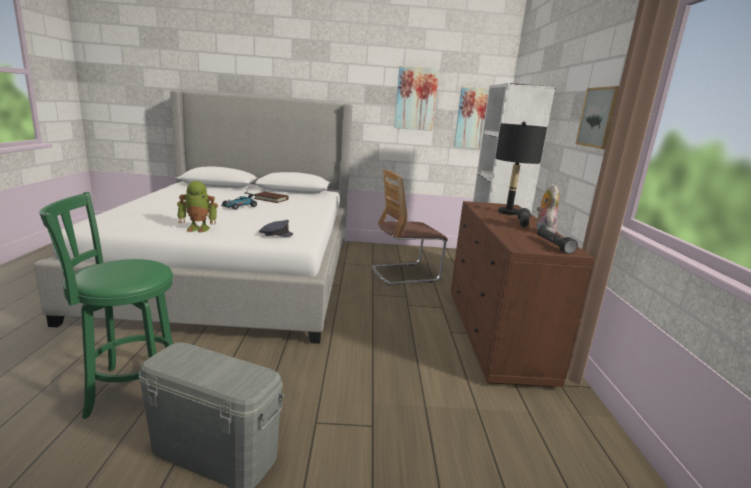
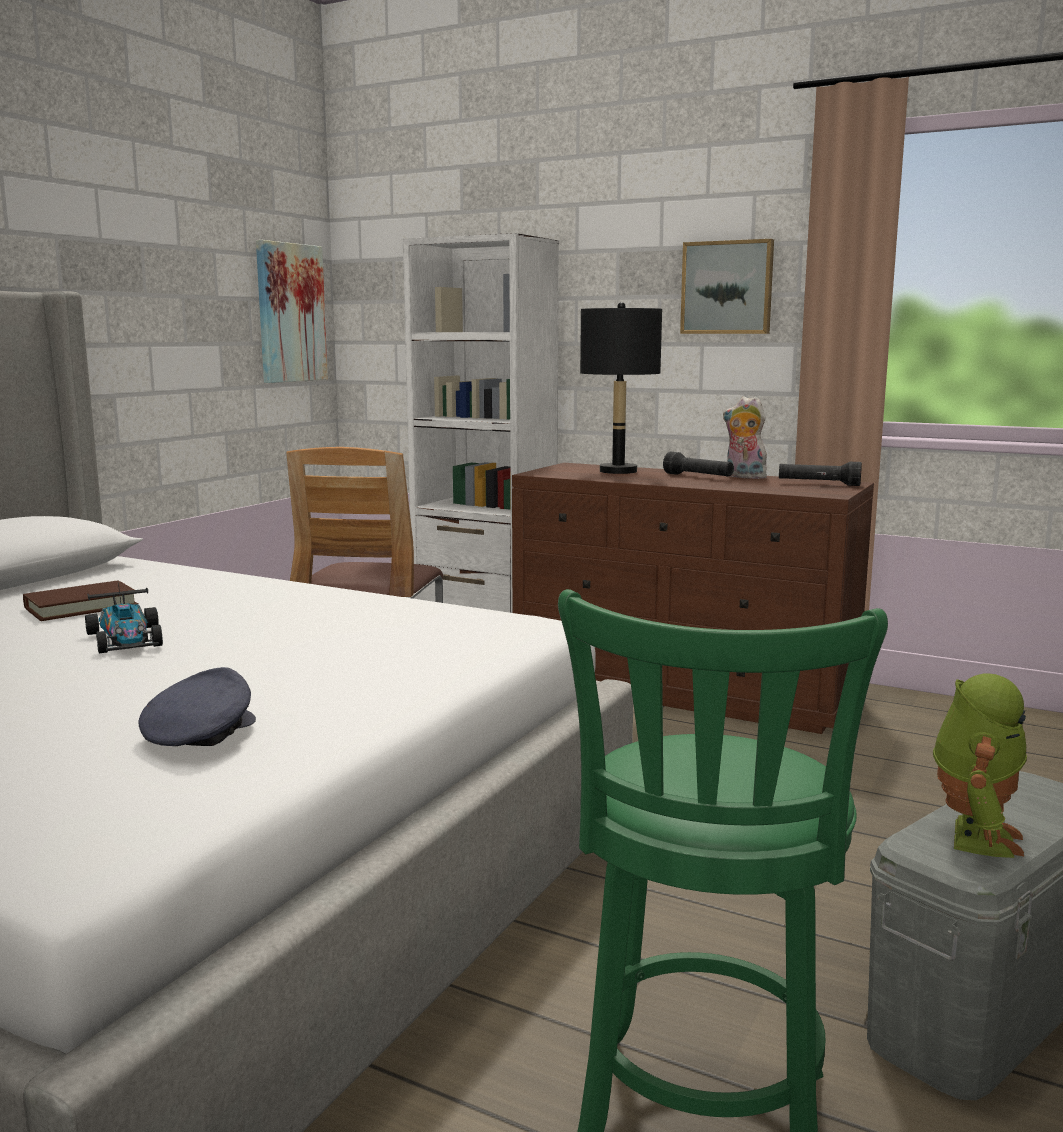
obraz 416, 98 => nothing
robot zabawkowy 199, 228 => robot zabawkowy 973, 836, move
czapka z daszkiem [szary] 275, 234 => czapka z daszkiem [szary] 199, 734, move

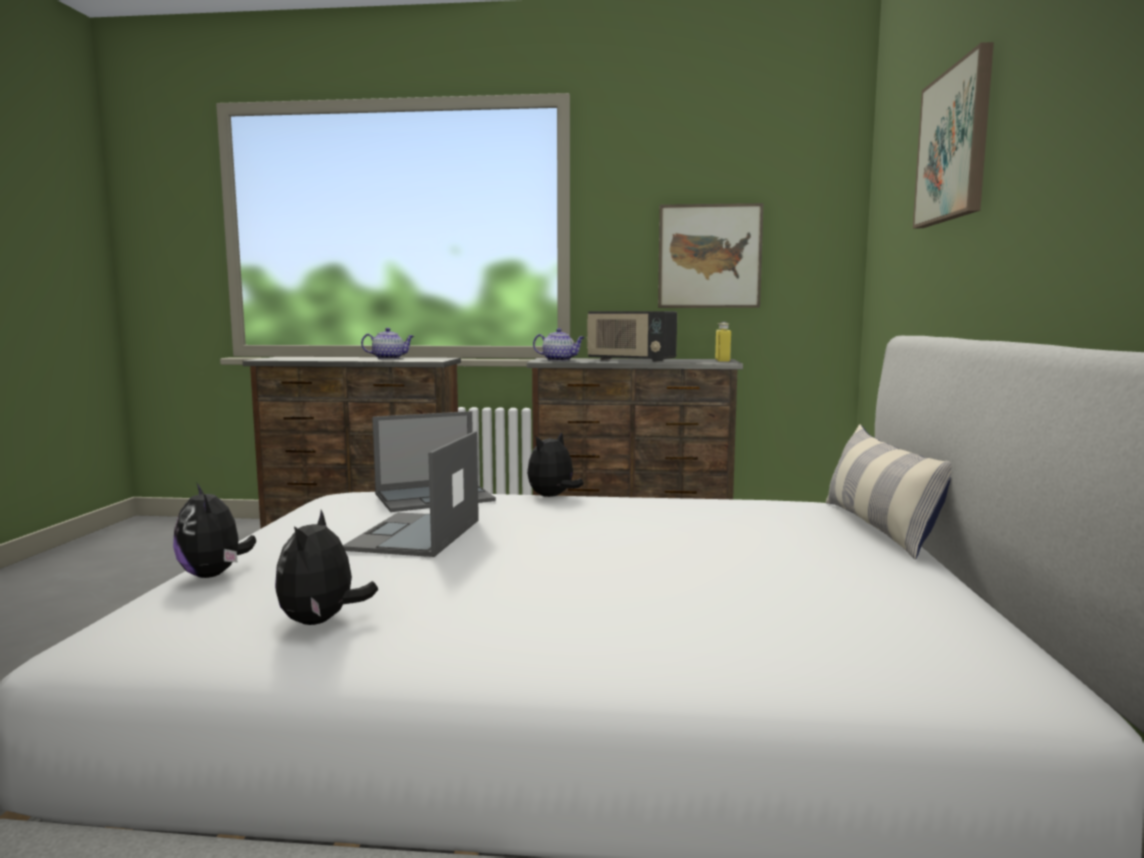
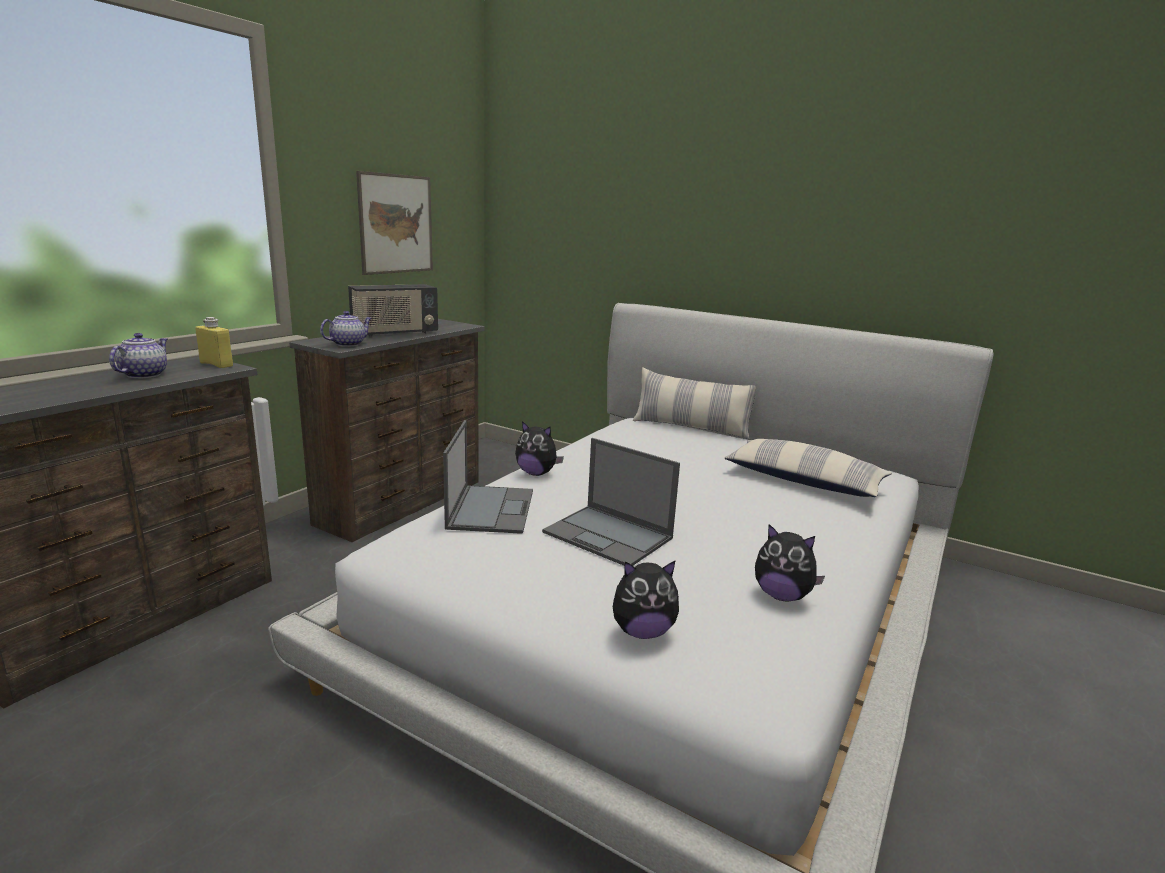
obraz 954, 145 => nothing
butelka [żółty] 722, 360 => butelka [żółty] 216, 365, move
pluszak 552, 497 => pluszak 536, 473, 45 degrees counterclockwise
nothing => poduszka 803, 482

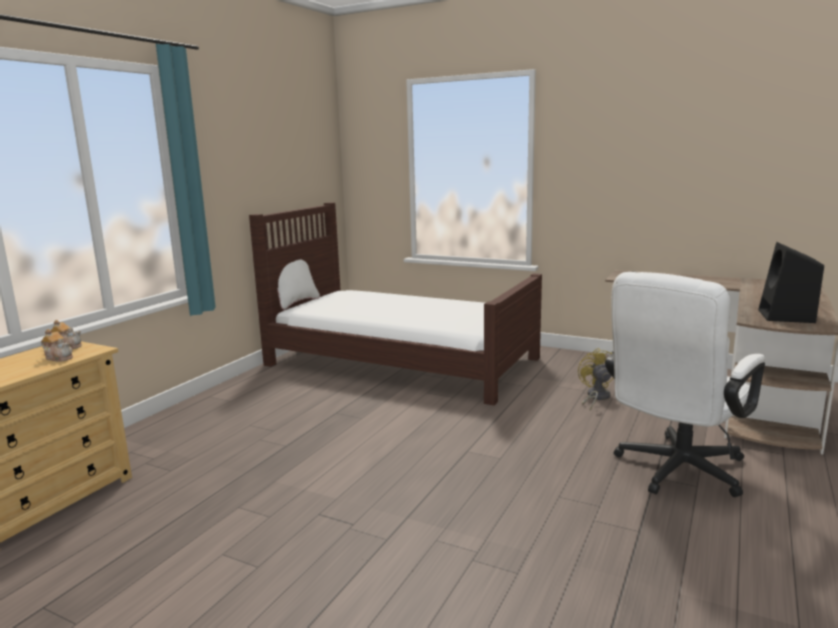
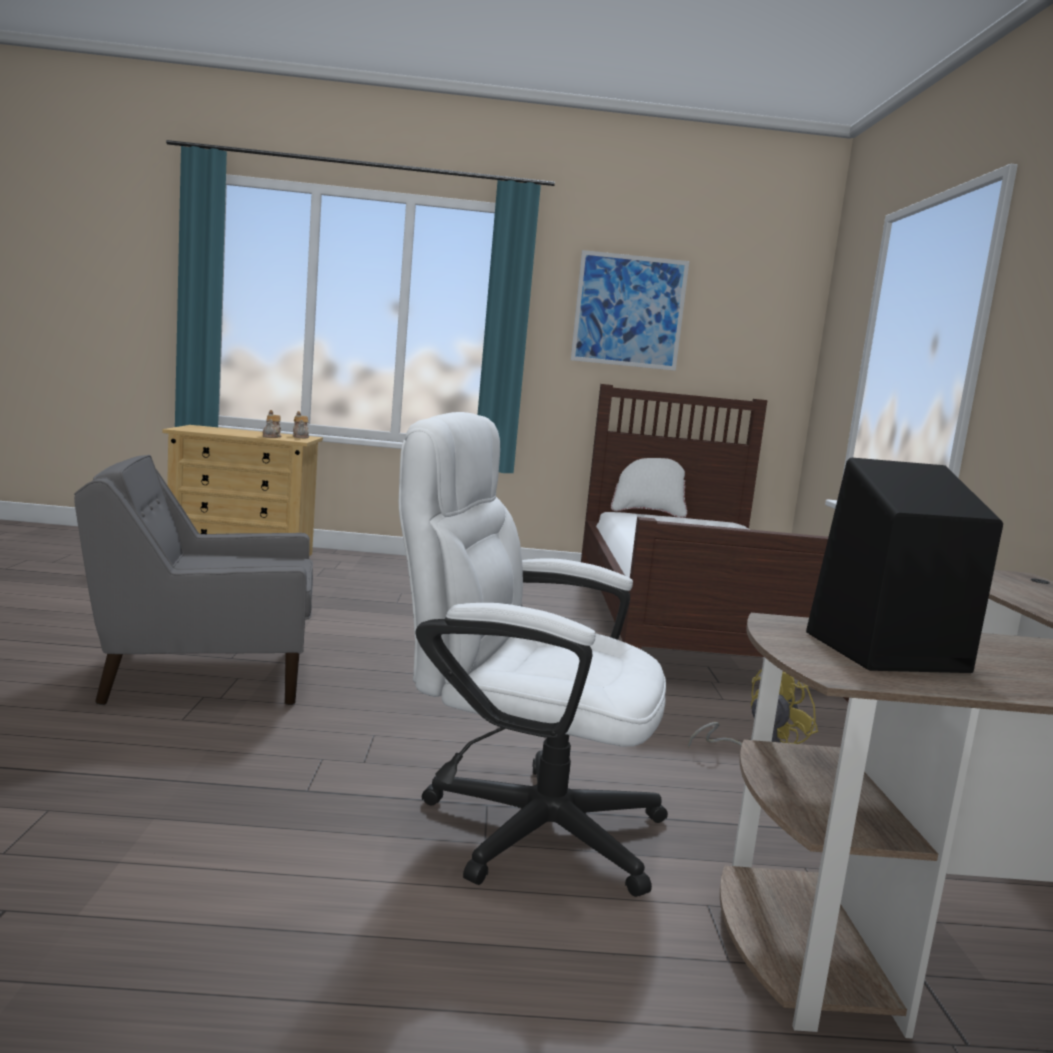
nothing => obraz 629, 311
nothing => fotel [szary] 203, 673

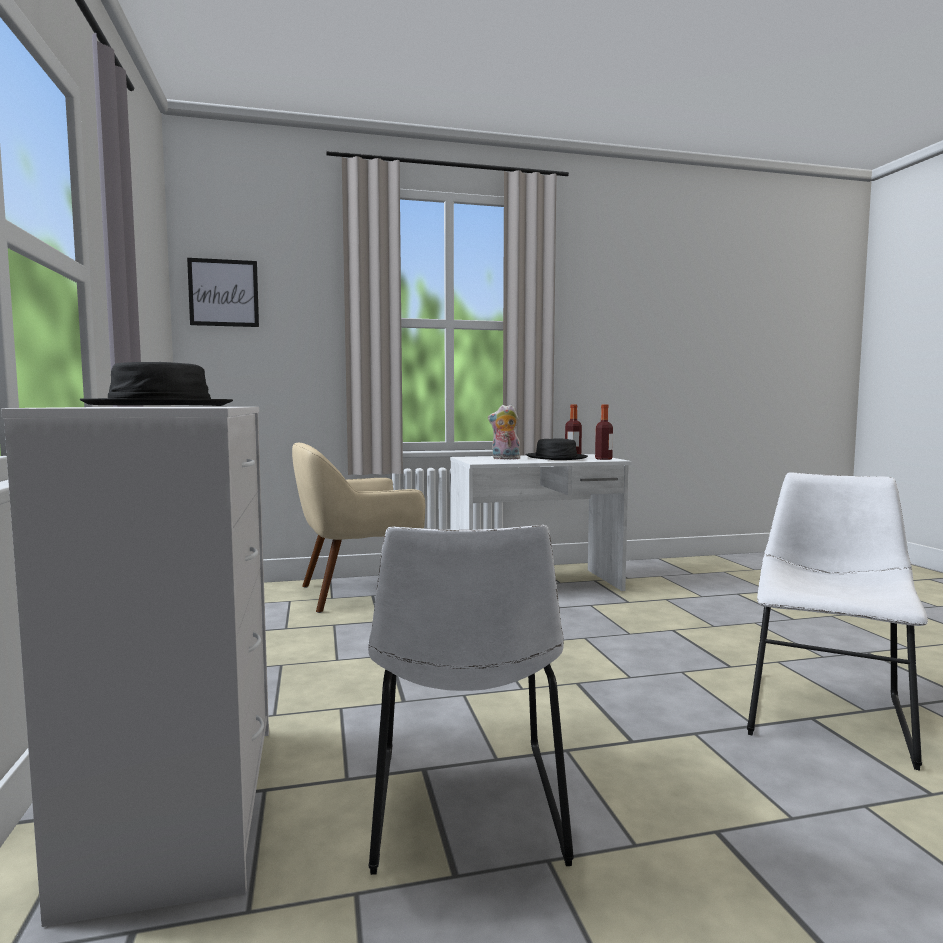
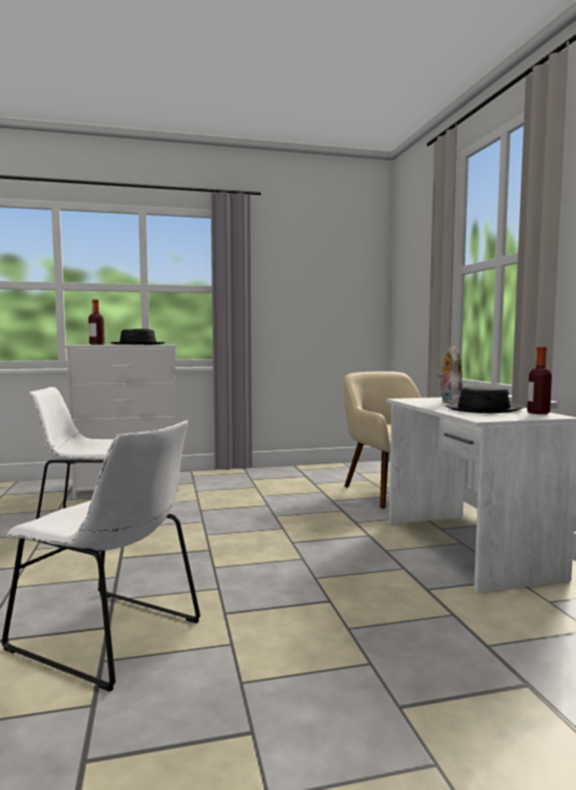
obraz 223, 293 => nothing
butelka 603, 459 => butelka 97, 344, move

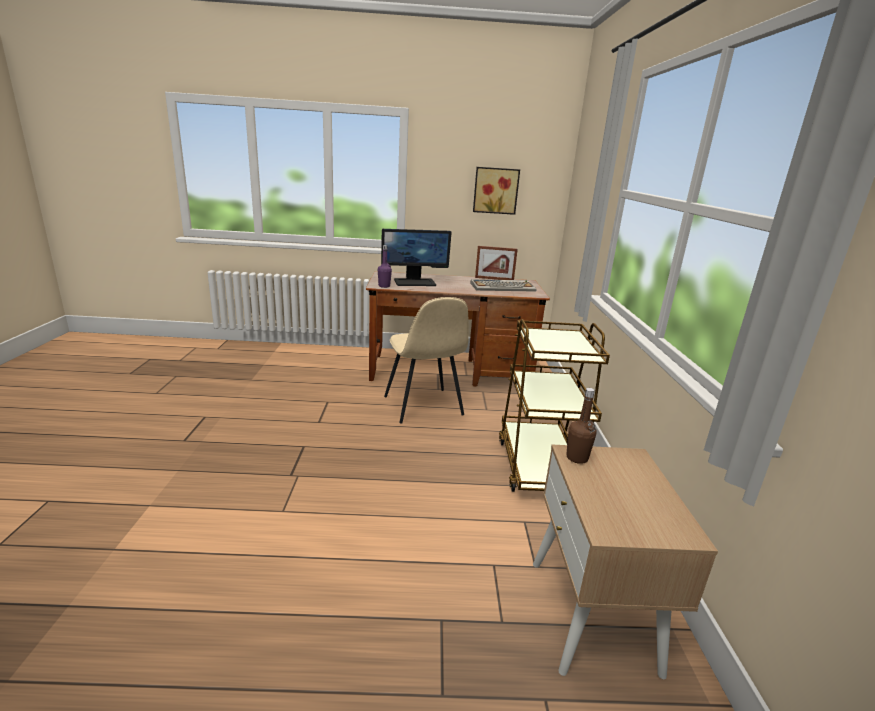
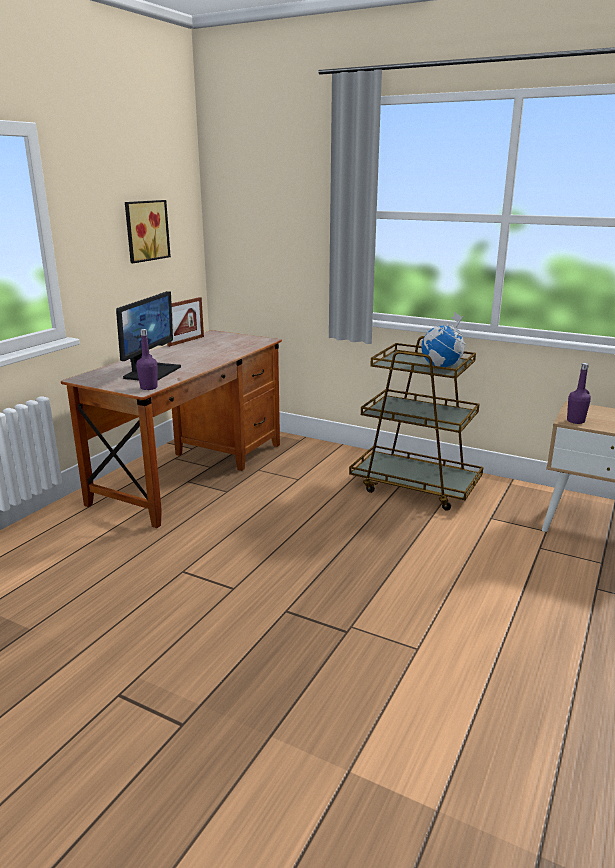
klawiatura 503, 287 => nothing
krzesło [beżowy] 423, 407 => nothing
butelka [brązowy] 577, 458 => butelka [fioletowy] 575, 421
nothing => globus 442, 366

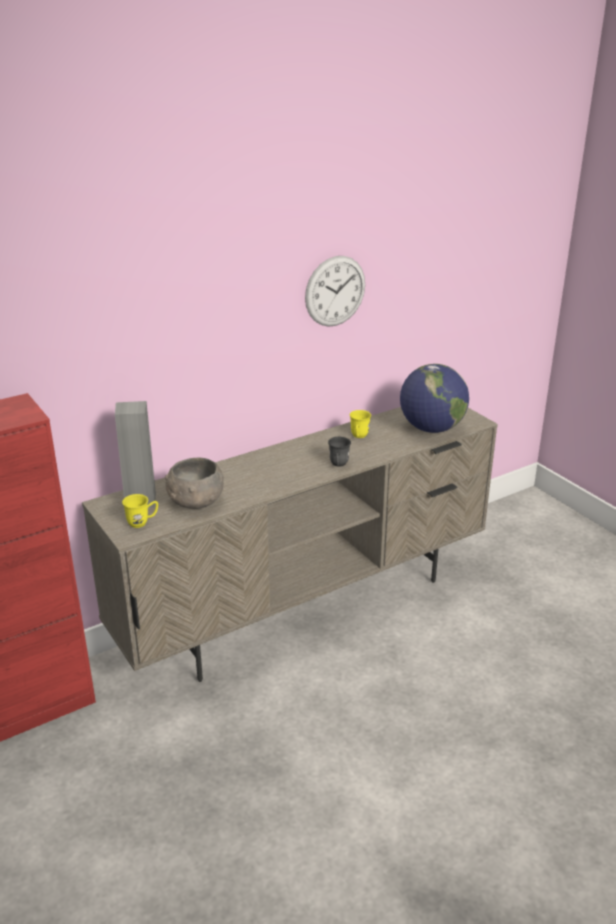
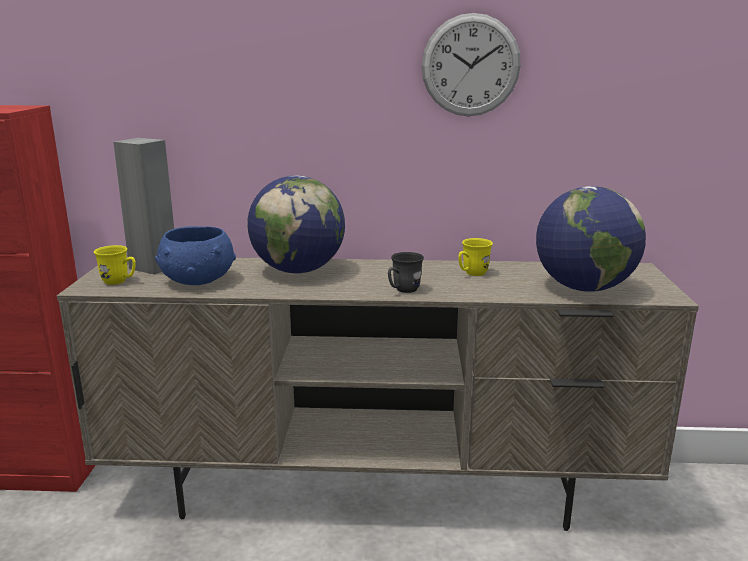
miska [szary] 195, 501 => miska [niebieski] 197, 280
nothing => globus 298, 270

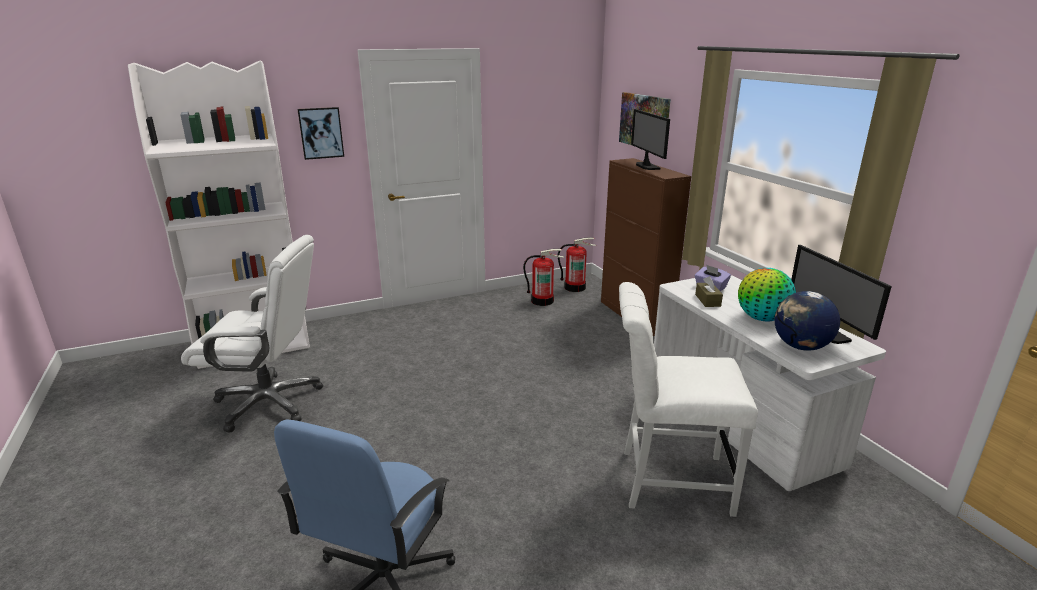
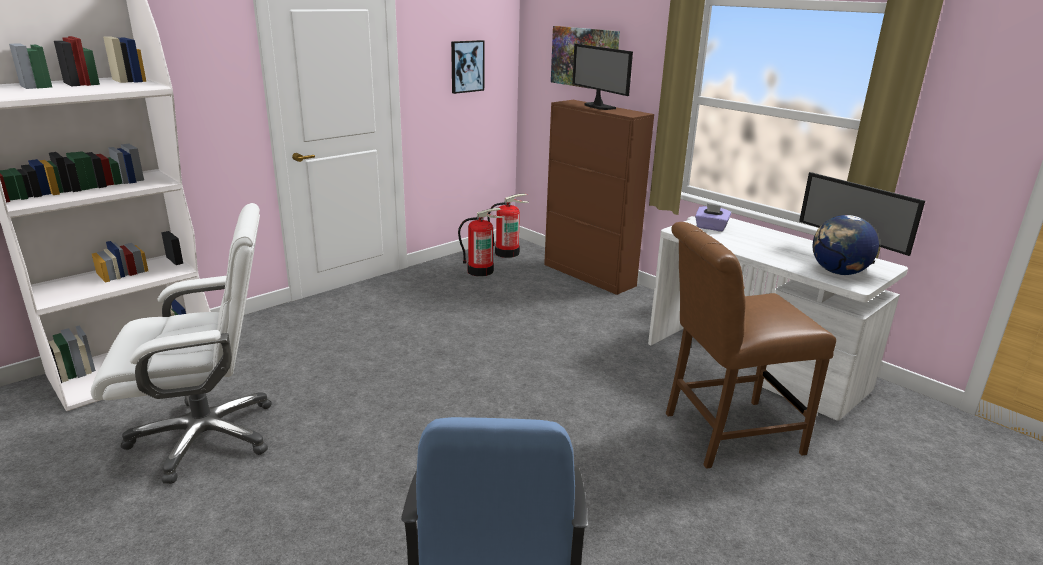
obraz 321, 133 => obraz 467, 66, move
globus 762, 318 => nothing
pudełko chusteczek [brązowy] 707, 300 => nothing
krzesło [biały] 668, 480 => krzesło [brązowy] 724, 433

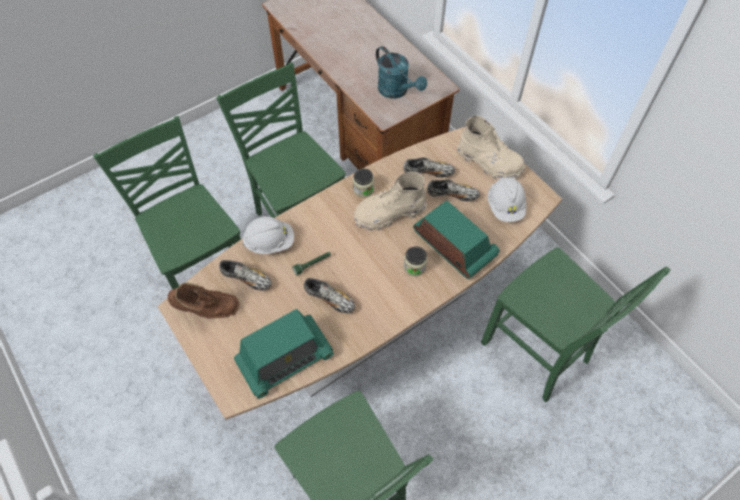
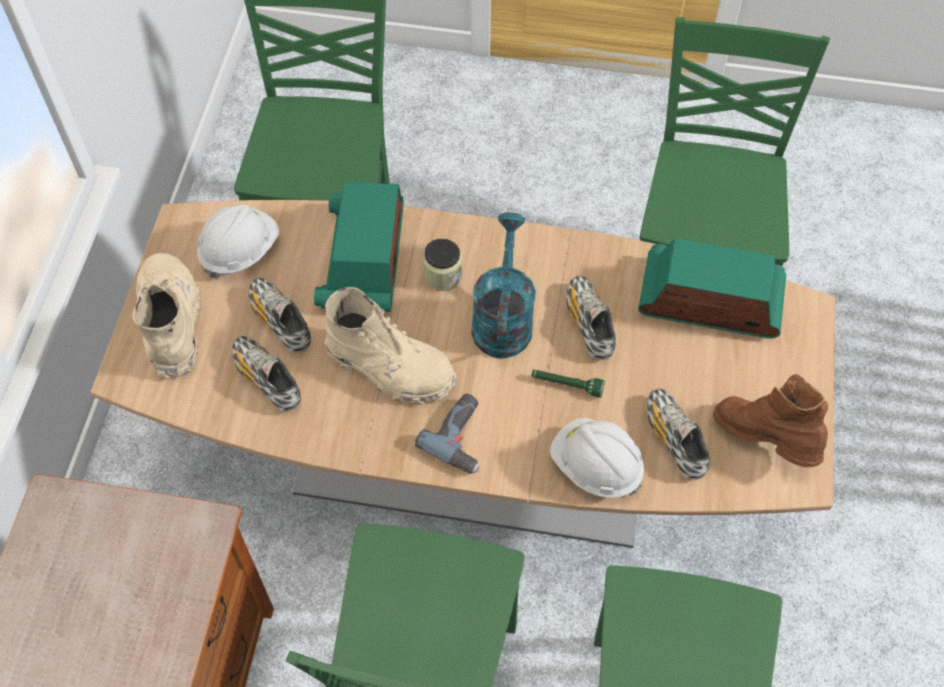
konewka [turkusowy] 397, 91 => konewka [turkusowy] 502, 318, move
słoik 363, 189 => nothing
nothing => wiertarka 463, 437

